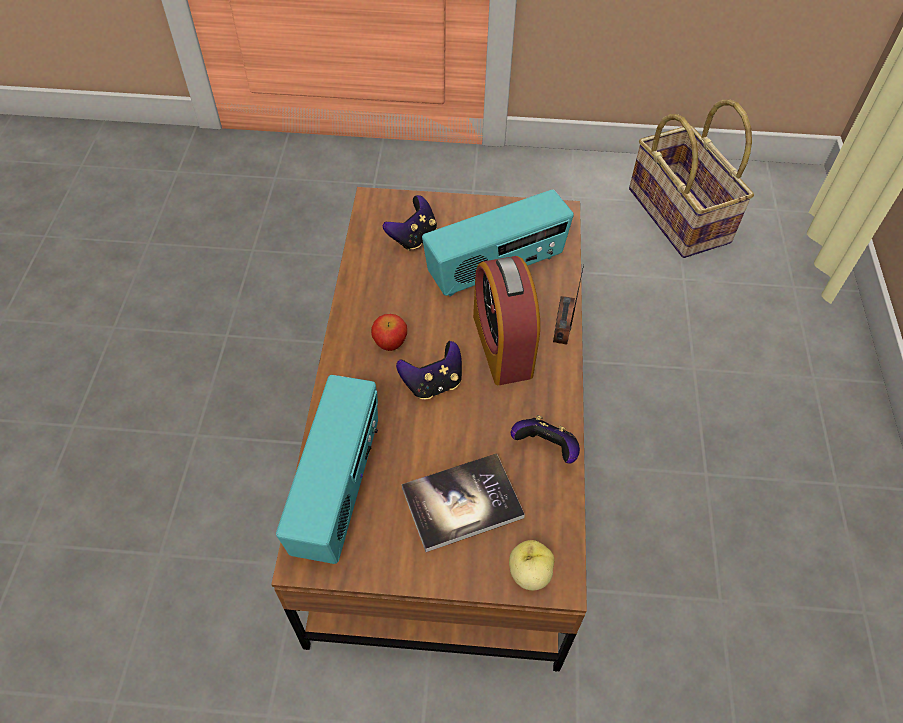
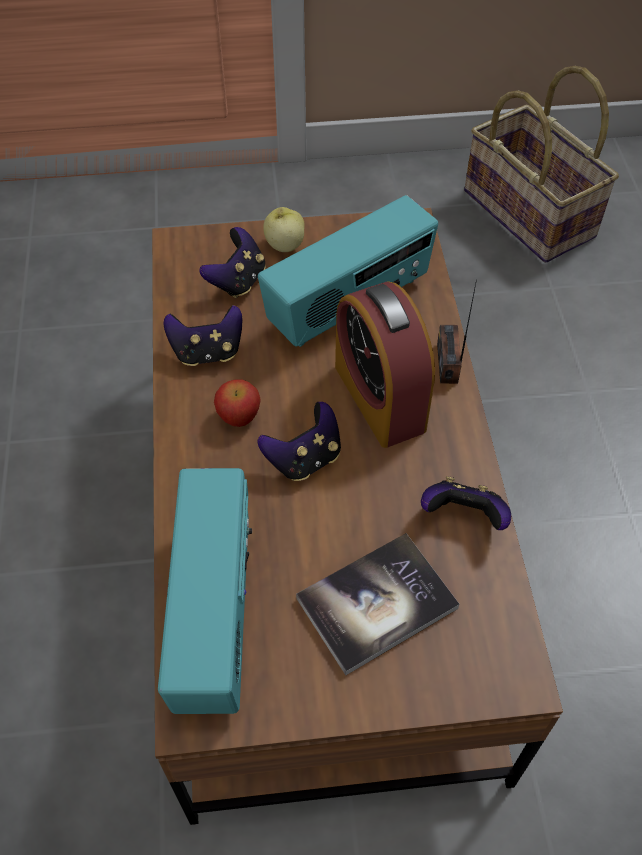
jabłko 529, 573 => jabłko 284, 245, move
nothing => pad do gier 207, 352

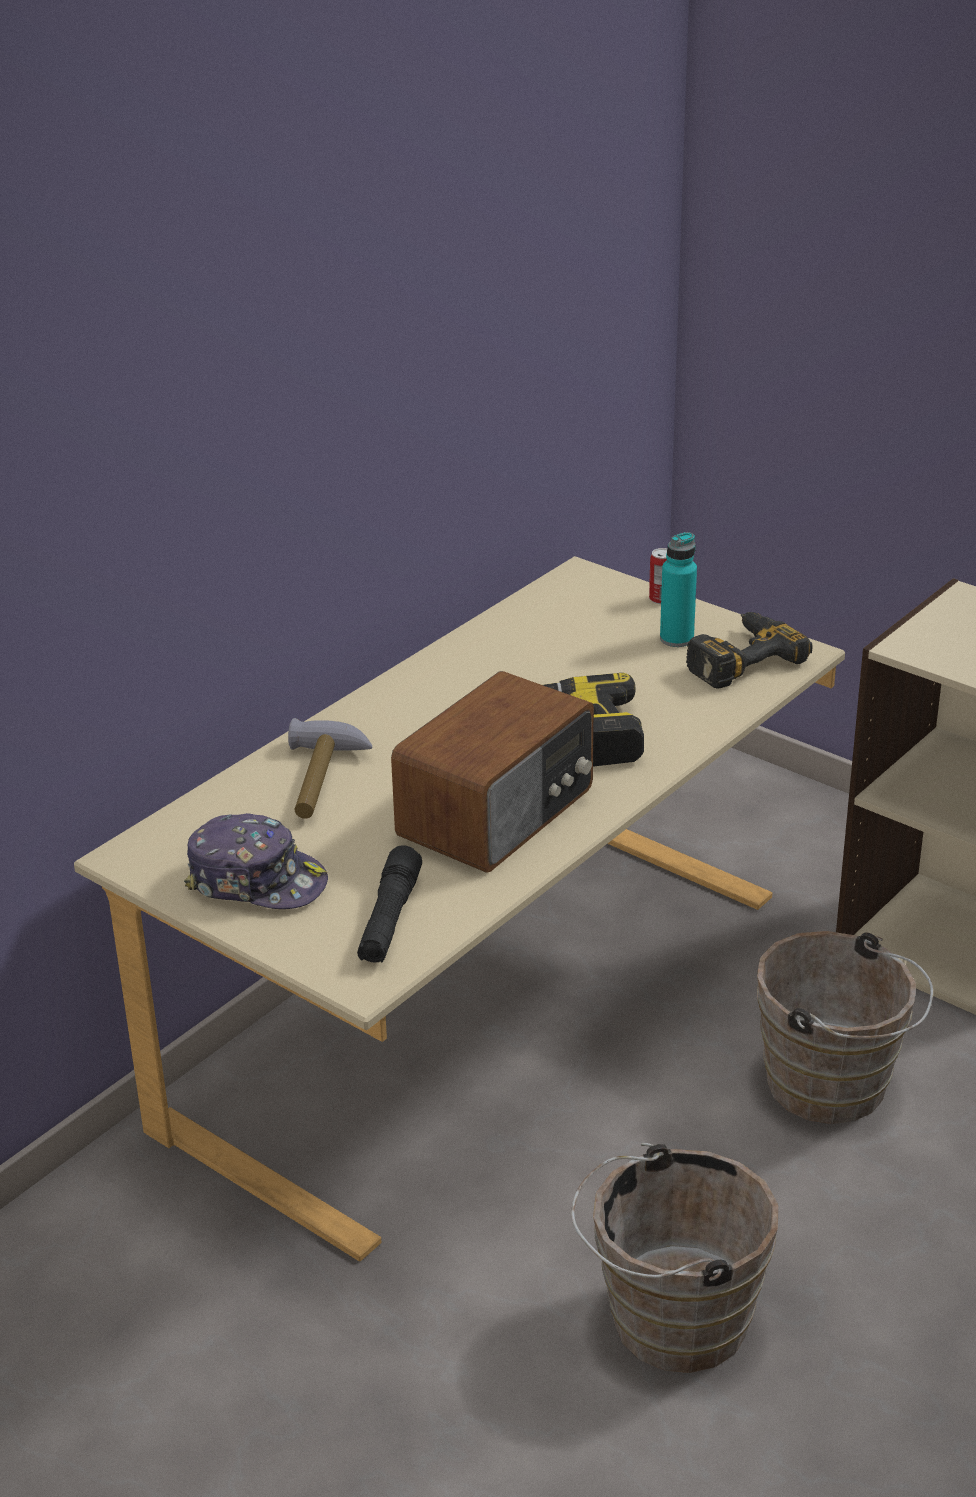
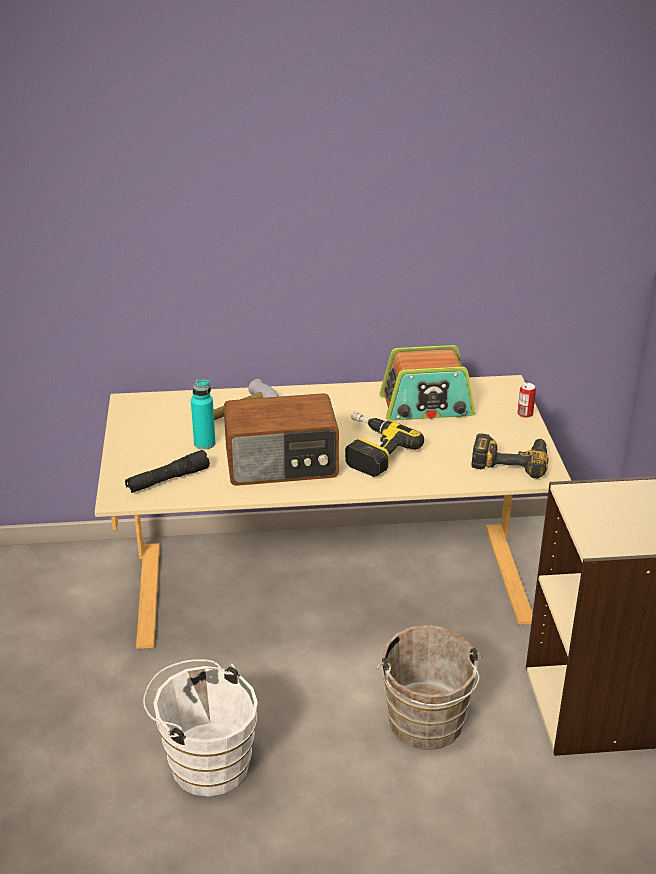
butelka [turkusowy] 676, 639 => butelka [turkusowy] 204, 443, move
czapka z daszkiem 257, 881 => nothing
wiadro [brązowy] 668, 1321 => wiadro [biały] 205, 762
nothing => radio 426, 406

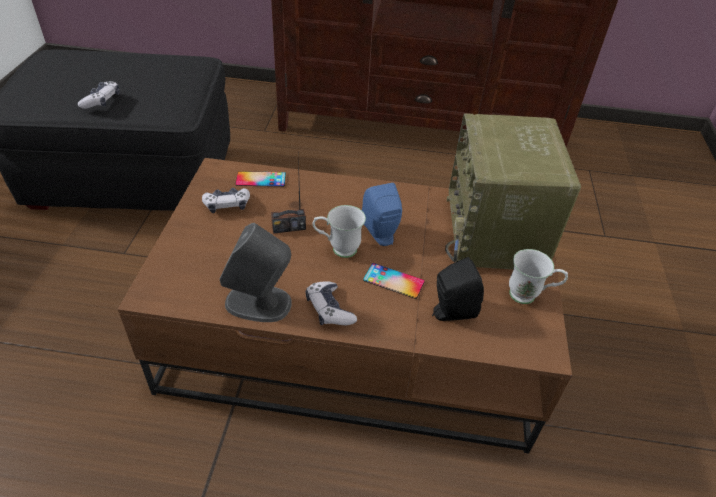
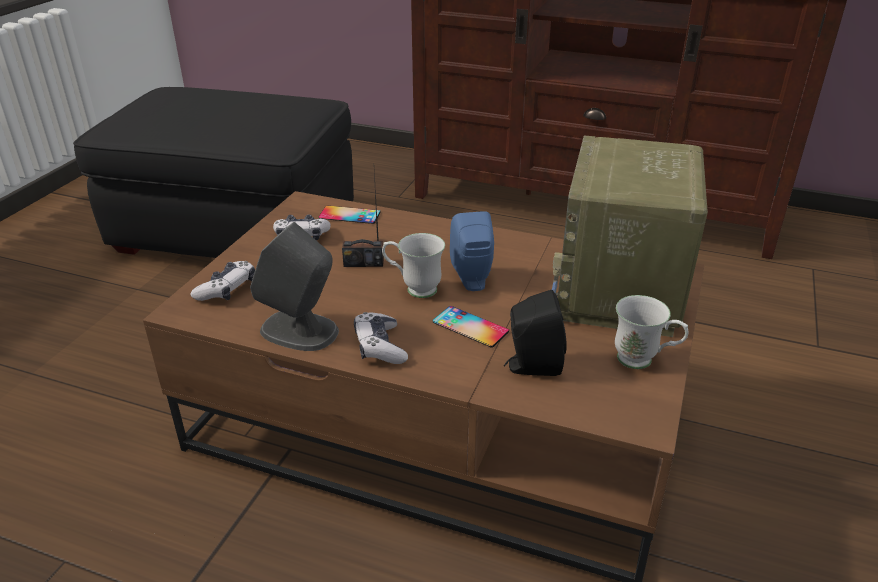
pad do gier 101, 101 => pad do gier 227, 289, move

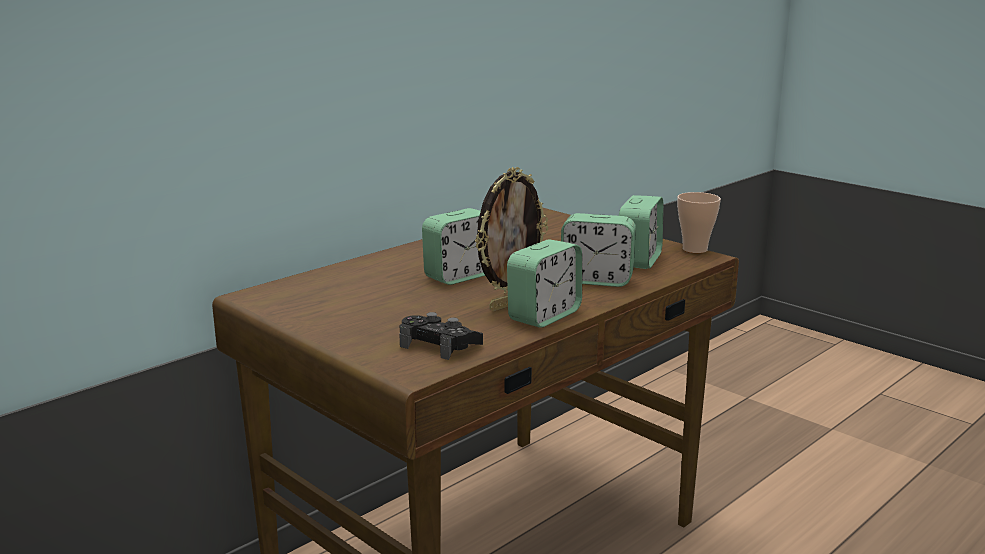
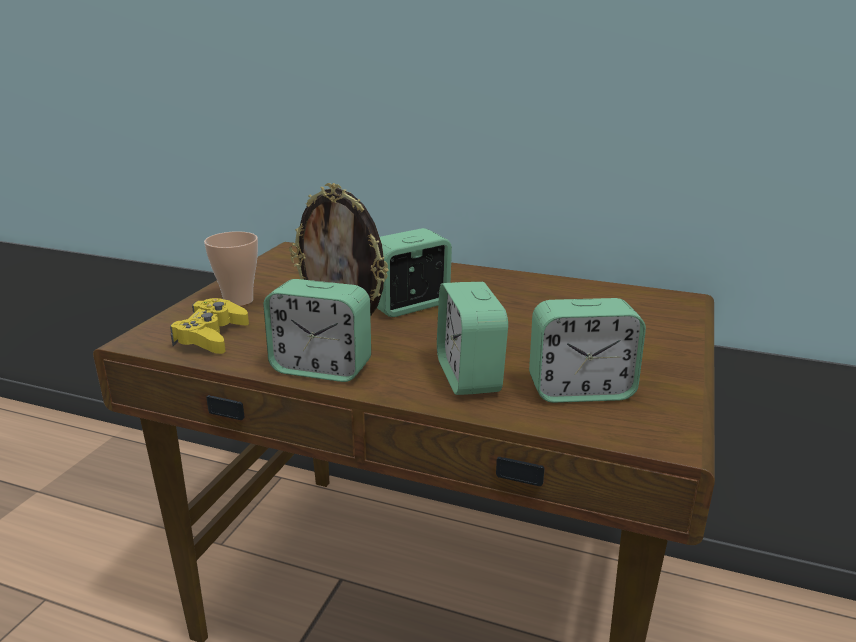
filiżanka 695, 249 => filiżanka 238, 300, move
budzik 460, 276 => budzik 409, 306, 120 degrees clockwise
pad do gier [czarny] 439, 345 => pad do gier [żółty] 211, 336

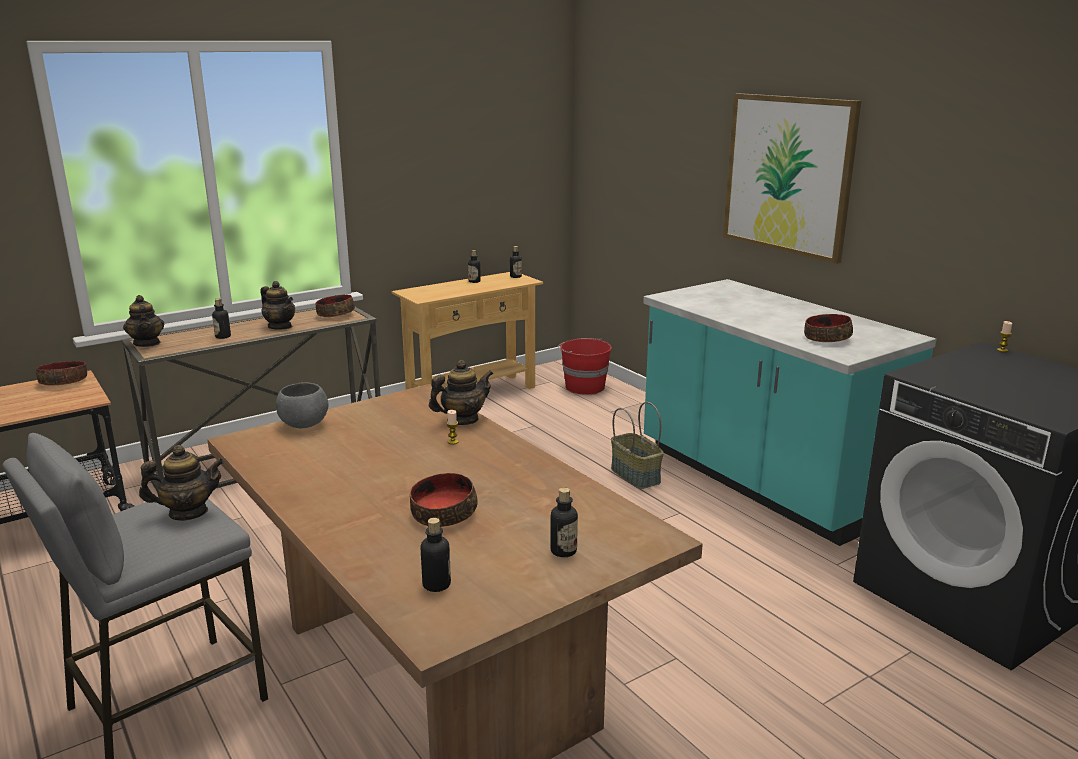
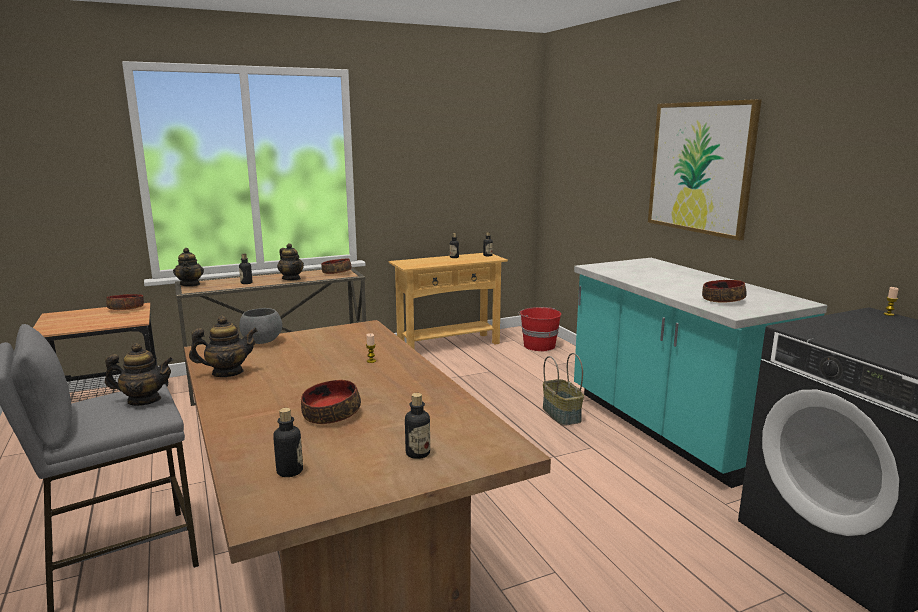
imbryk 462, 420 => imbryk 227, 373, move

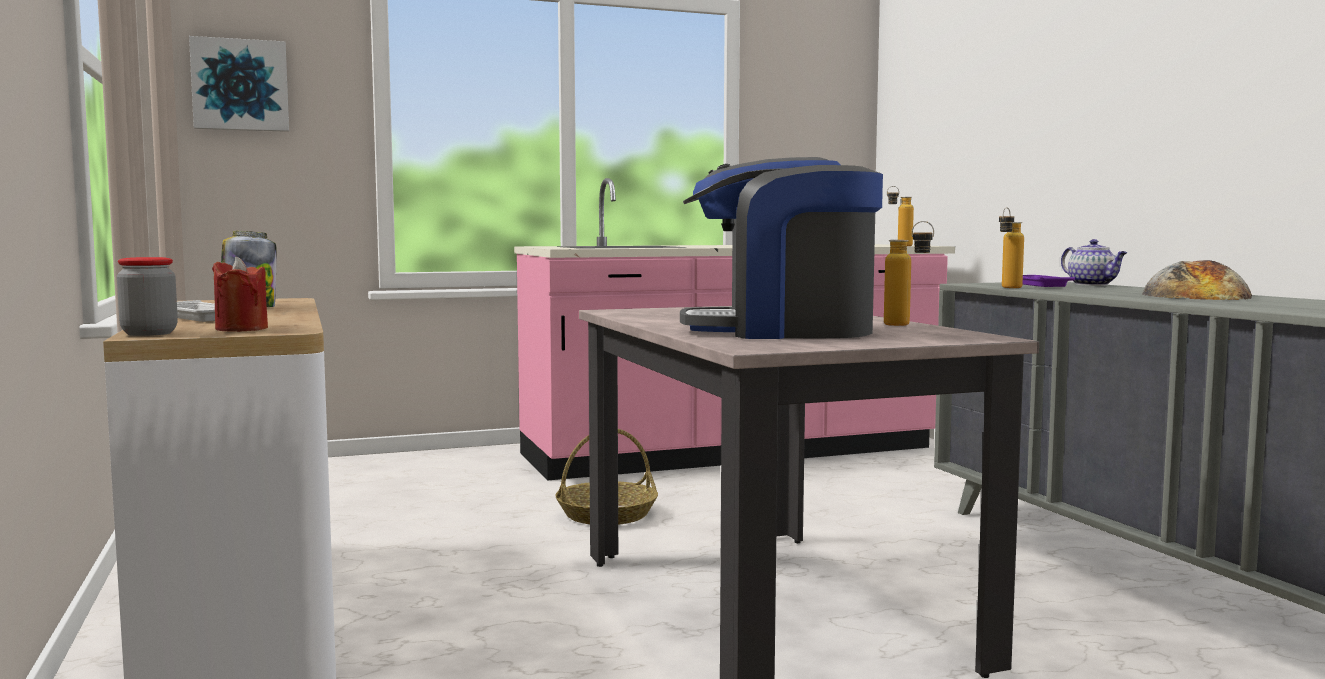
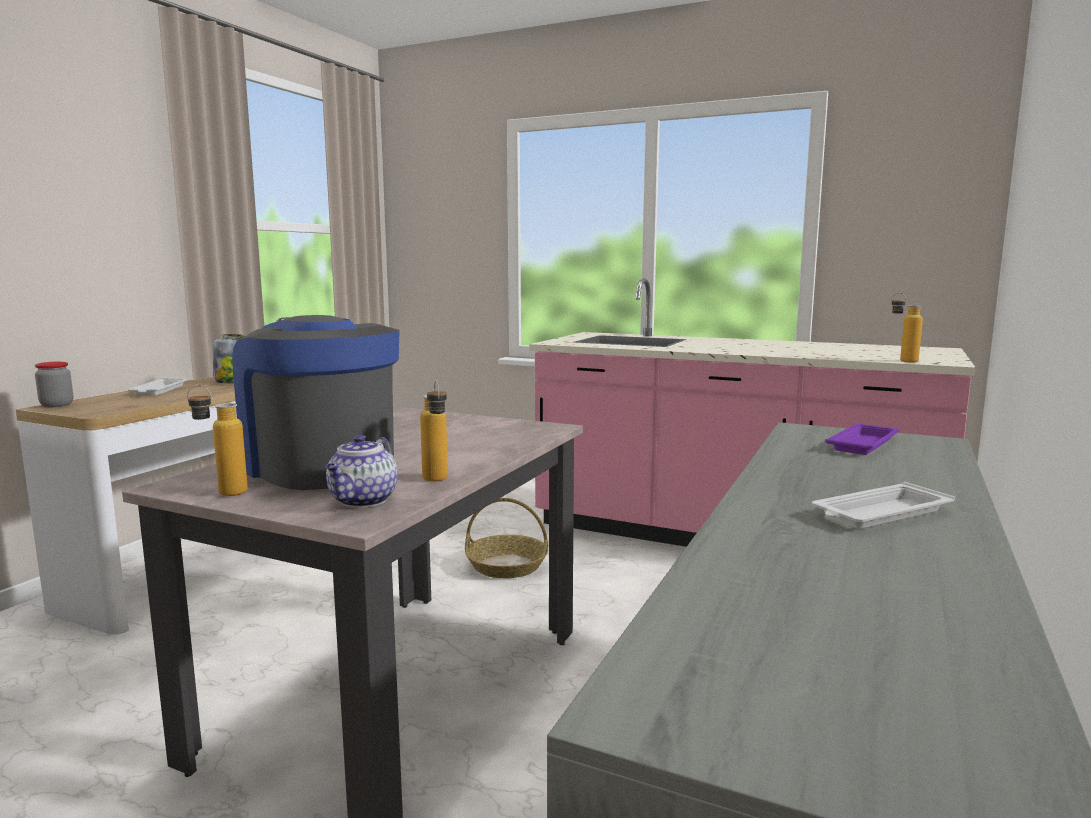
obraz 240, 85 => nothing
butelka 1008, 288 => butelka 221, 492, move
imbryk 1093, 285 => imbryk 363, 501, move
świeca [czerwony] 241, 329 => nothing
chleb 1196, 295 => taca [biały] 880, 514

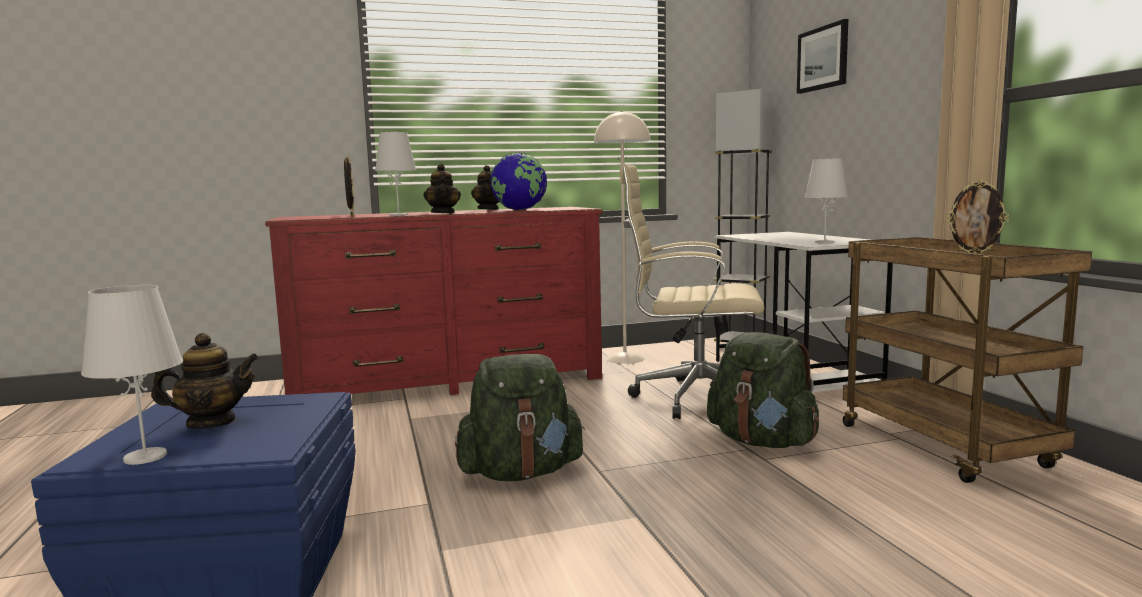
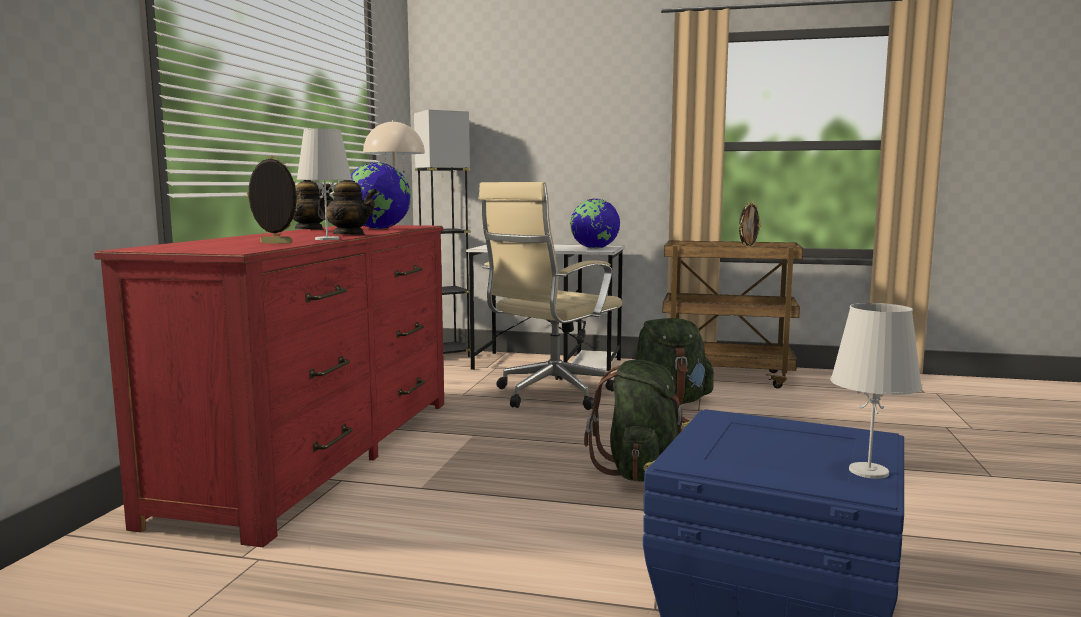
obraz 823, 58 => nothing
lampa stołowa [biały] 824, 242 => globus 594, 248
imbryk 211, 423 => nothing

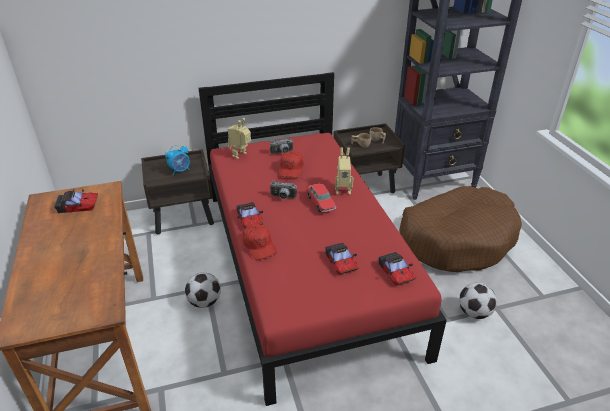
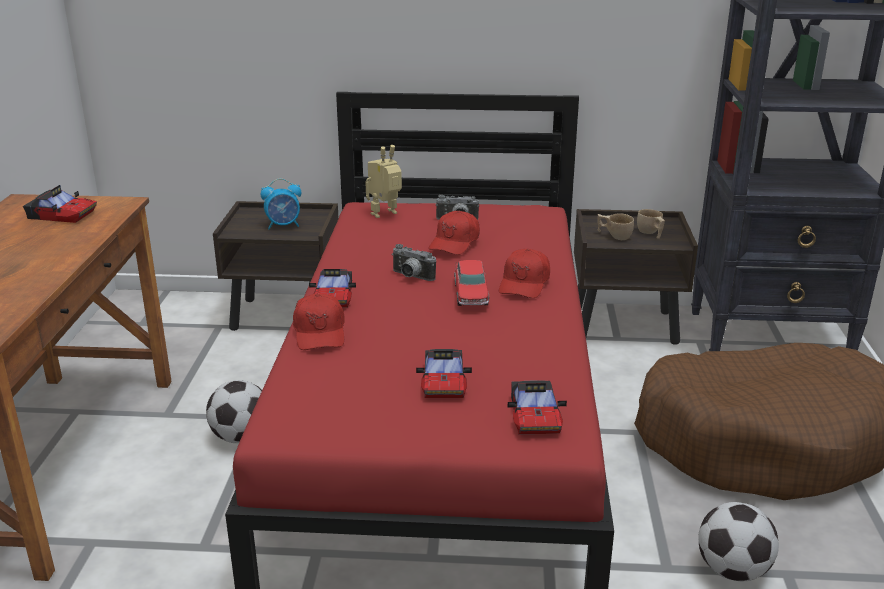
robot zabawkowy 342, 190 => czapka z daszkiem [czerwony] 524, 284

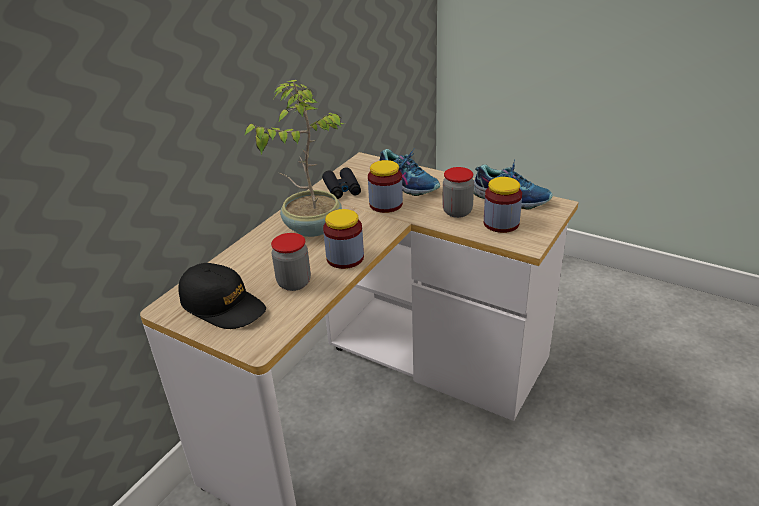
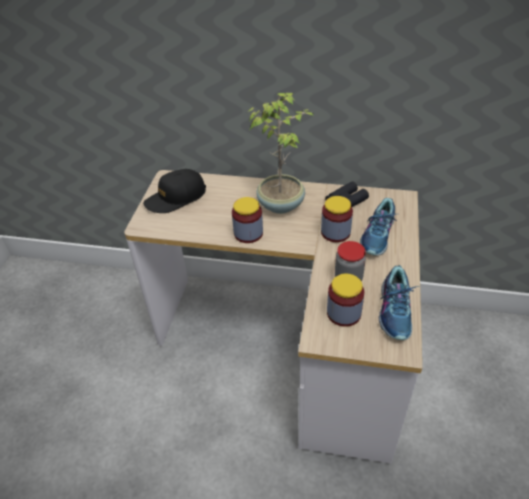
słoik 294, 283 => nothing
czapka z daszkiem [czarny] 223, 305 => czapka z daszkiem [czarny] 176, 198, 45 degrees clockwise

